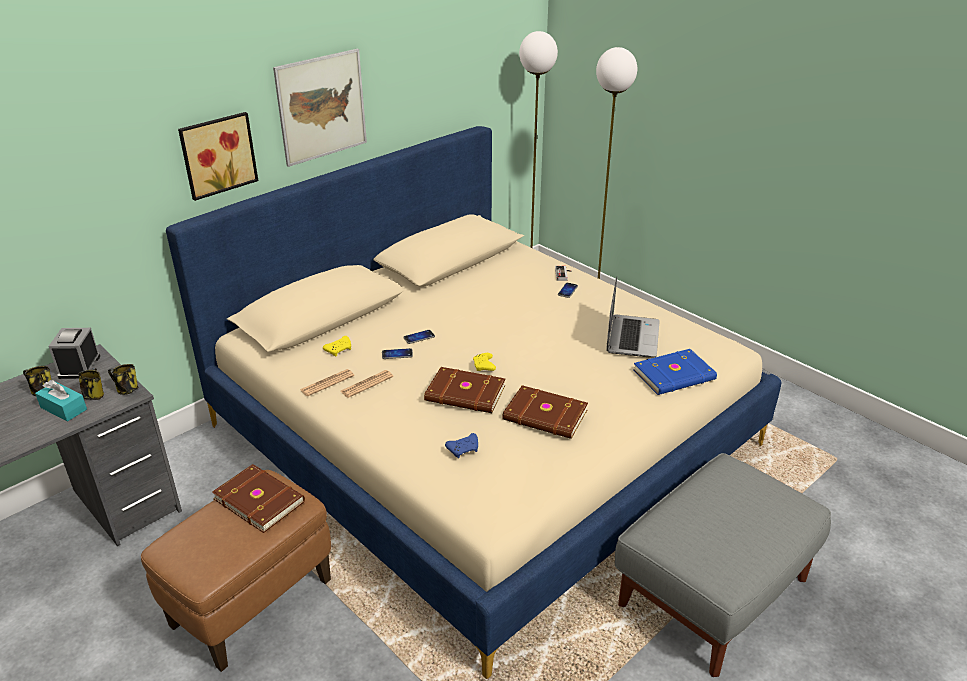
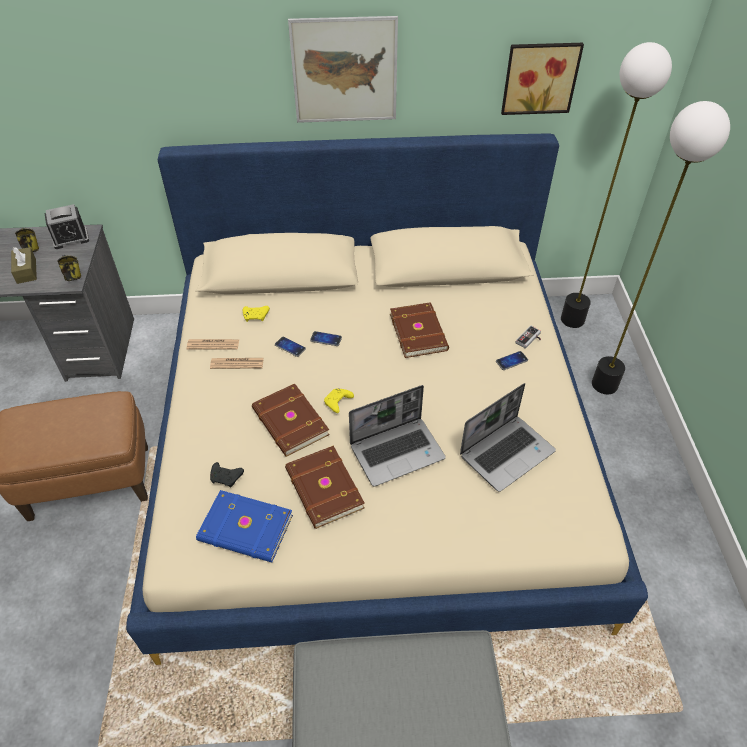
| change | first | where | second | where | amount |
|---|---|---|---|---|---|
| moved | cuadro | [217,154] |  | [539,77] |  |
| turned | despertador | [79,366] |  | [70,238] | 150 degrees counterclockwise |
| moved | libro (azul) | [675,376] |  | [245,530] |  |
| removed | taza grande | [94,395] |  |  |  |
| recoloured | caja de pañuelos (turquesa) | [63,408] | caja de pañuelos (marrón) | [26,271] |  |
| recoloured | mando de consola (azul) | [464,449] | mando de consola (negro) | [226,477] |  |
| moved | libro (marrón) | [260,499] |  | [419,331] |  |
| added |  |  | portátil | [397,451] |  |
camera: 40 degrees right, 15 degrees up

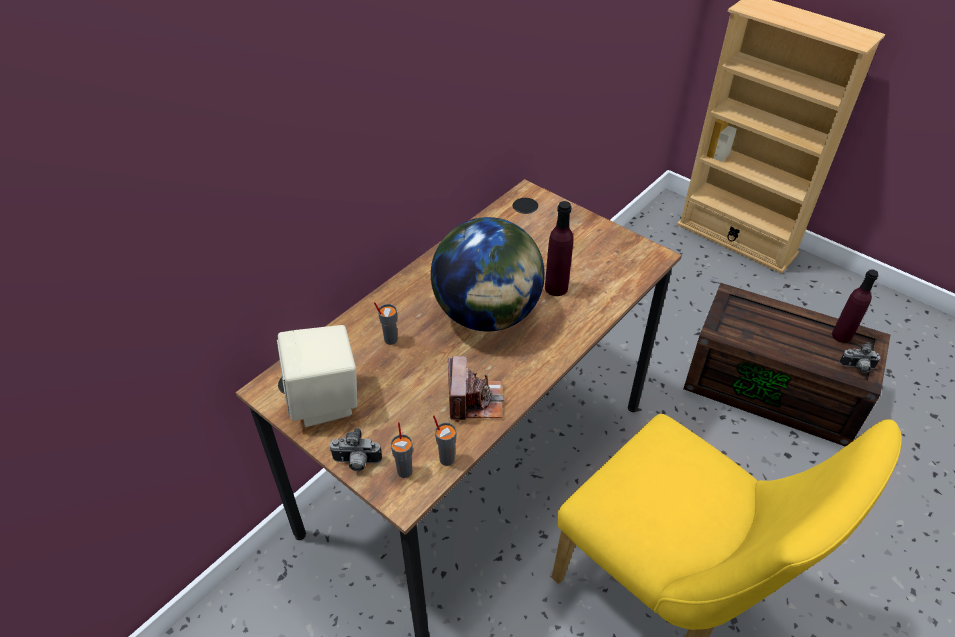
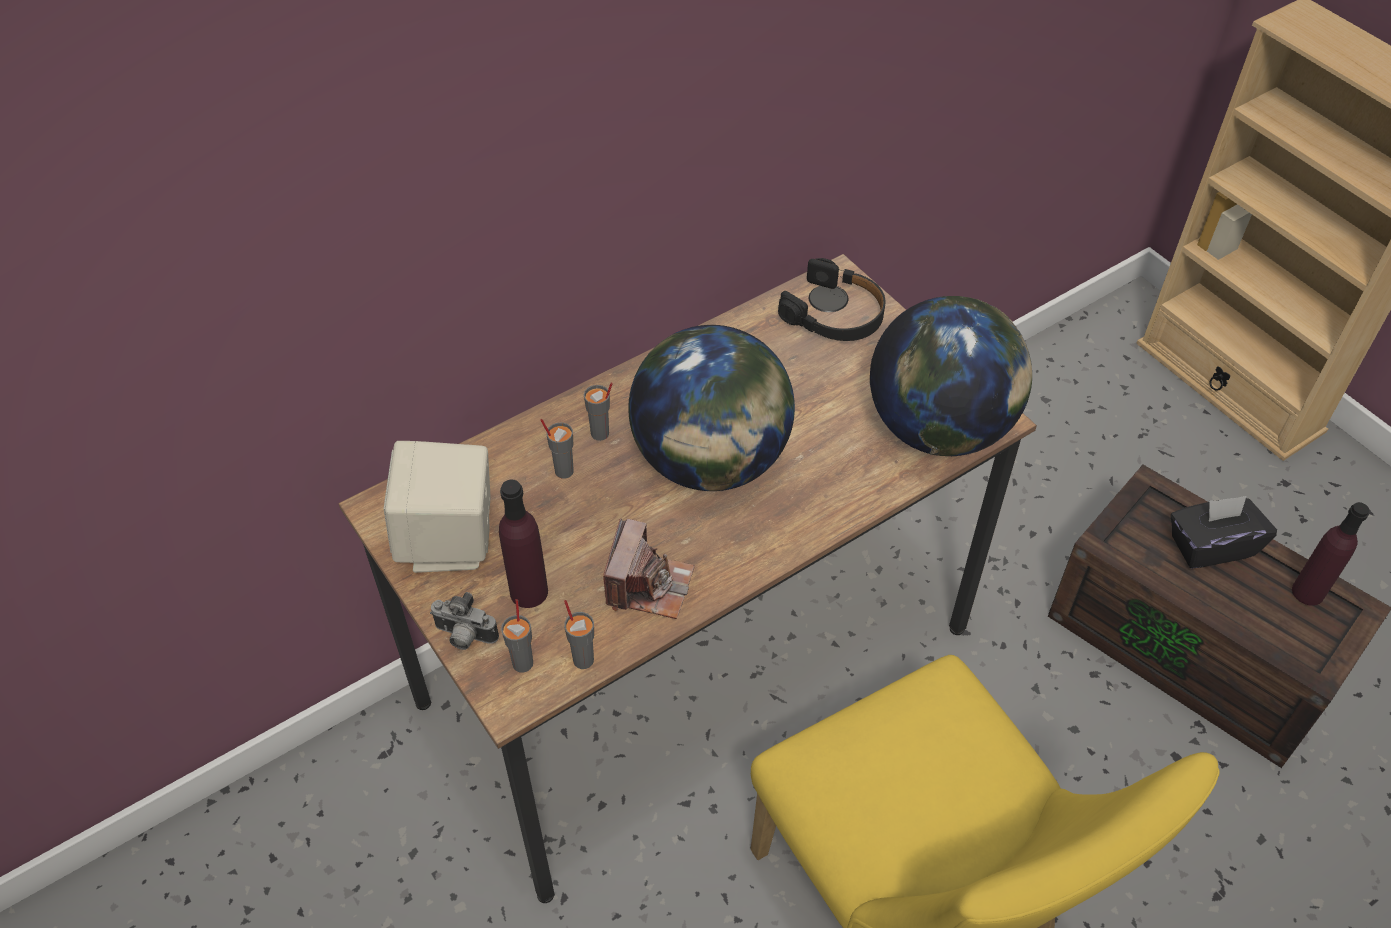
| change | first | where | second | where | amount |
|---|---|---|---|---|---|
| moved | botella (morado) | [556,288] |  | [529,591] |  |
| removed | cámara | [857,368] |  |  |  |
| added |  |  | auriculares (negro) | [835,314] |  |
| added |  |  | globo terráqueo | [939,429] |  |
| added |  |  | taza (gris) | [600,434] |  |
| added |  |  | caja de pañuelos (negro) | [1211,546] |  |
camera: 15 degrees right, 5 degrees up

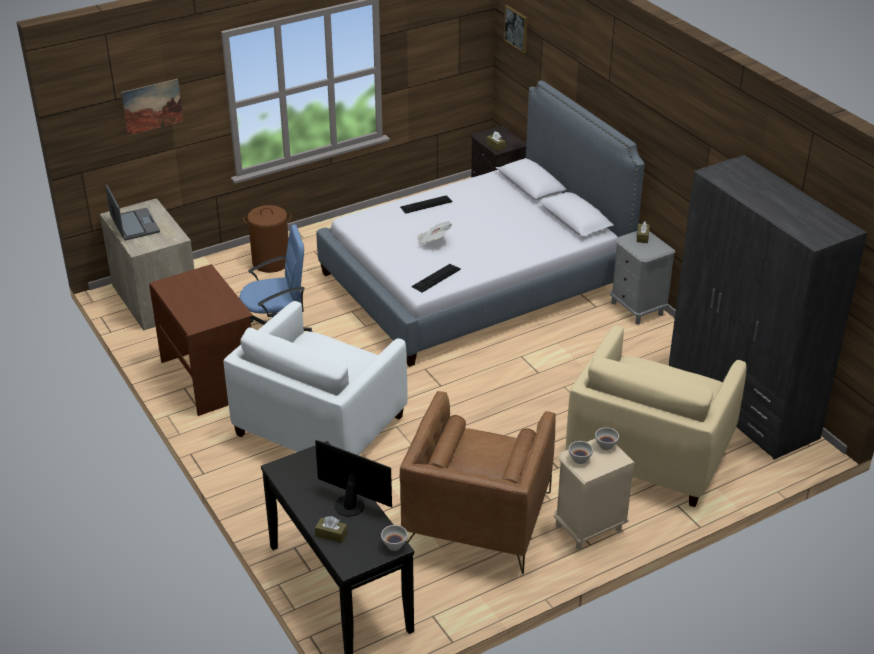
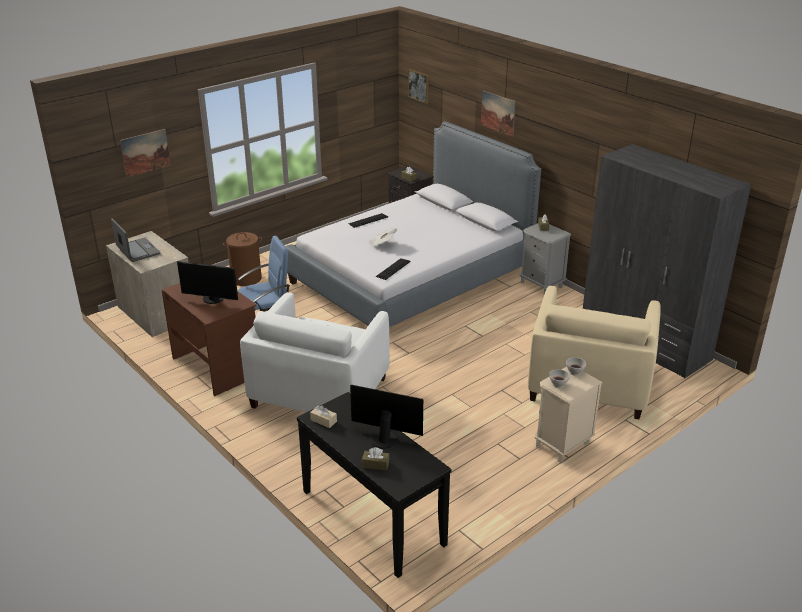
| change | first | where | second | where | amount |
|---|---|---|---|---|---|
| removed | sillón (marrón) | [477,520] |  |  |  |
| removed | cuenco (blanco) | [394,545] |  |  |  |
| added |  |  | cuadro | [498,113] |  |
| added |  |  | monitor | [212,299] |  |
| added |  |  | caja de pañuelos (beis) | [323,421] |  |
camera: 10 degrees left, 5 degrees down

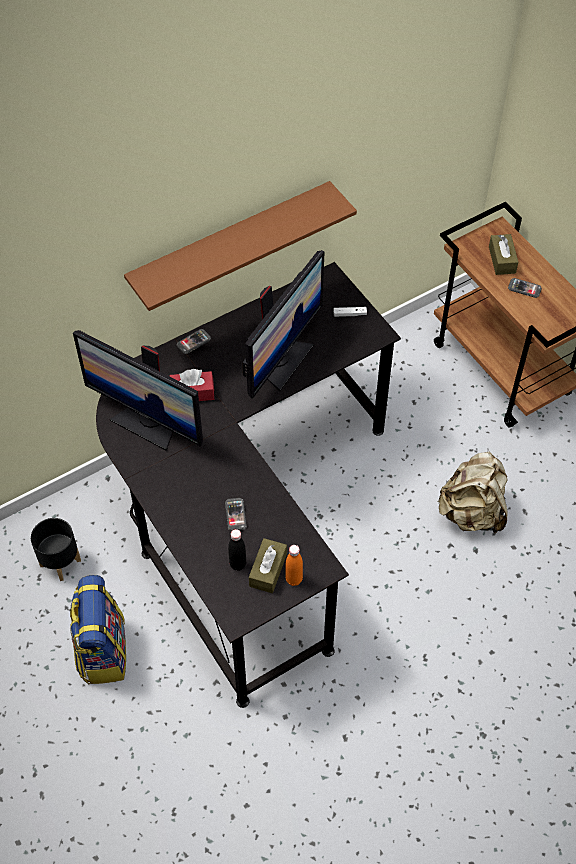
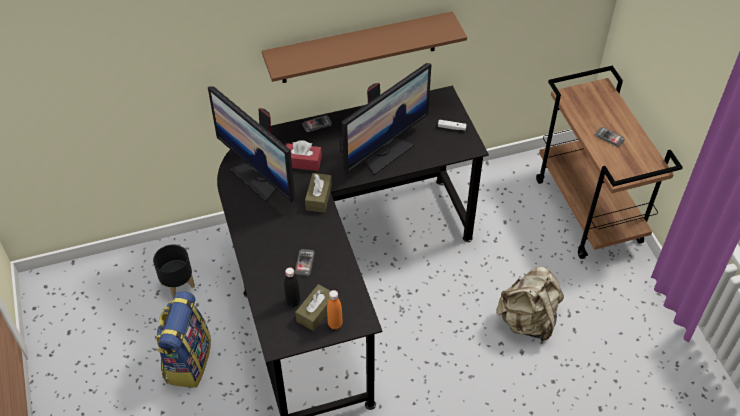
| change | first | where | second | where | amount |
|---|---|---|---|---|---|
| moved | caja de pañuelos (marrón) | [502,260] |  | [319,197] |  |
camera: 15 degrees right, 5 degrees down

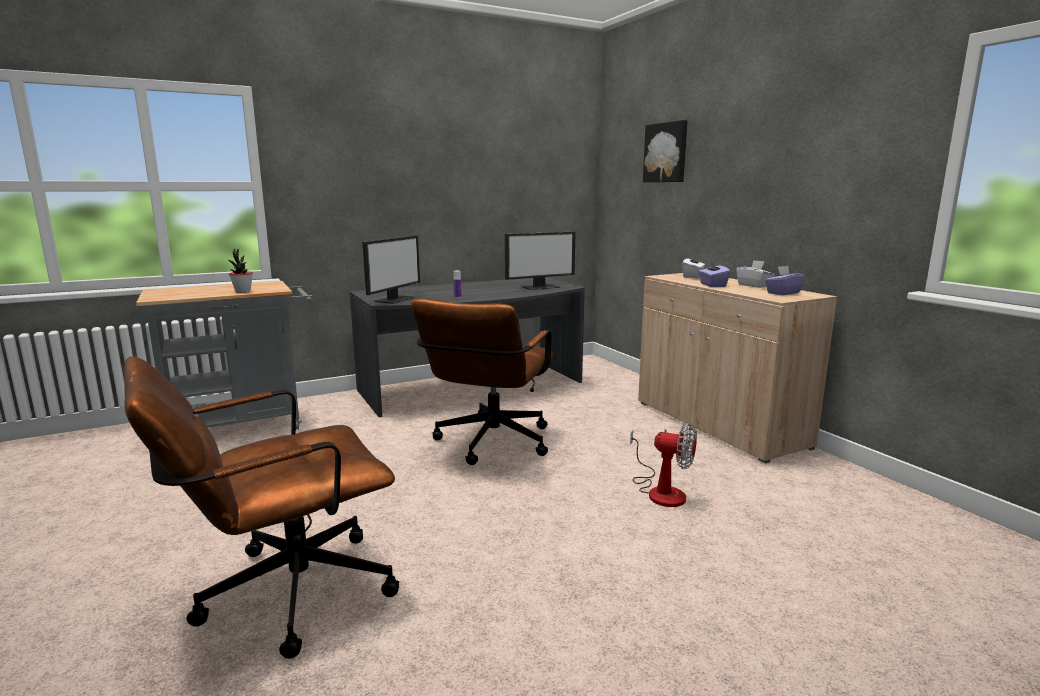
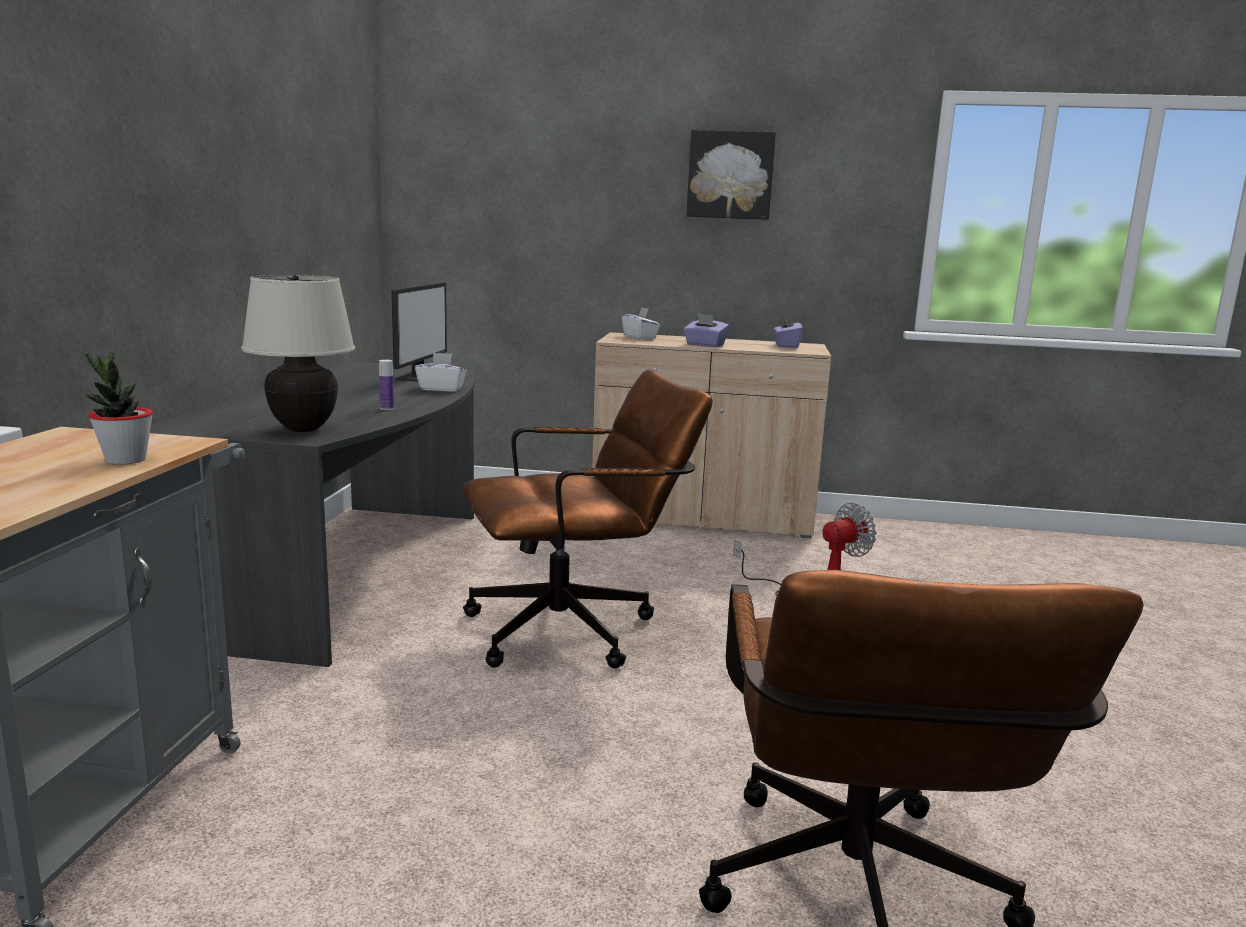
| change | first | where | second | where | amount |
|---|---|---|---|---|---|
| moved | cuadro | [666,152] |  | [730,175] |  |
| replaced | monitor | [394,299] | lámpara de mesa (beis) | [303,429] |  |
| moved | caja de pañuelos (blanco) | [754,285] |  | [441,389] |  |
| turned | silla de oficina (marrón) | [489,445] |  | [577,629] | 75 degrees counterclockwise |
camera: 55 degrees left, 0 degrees up

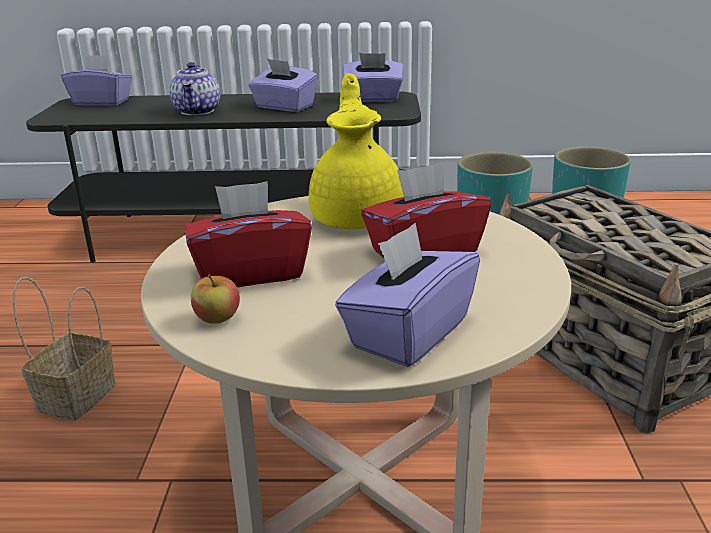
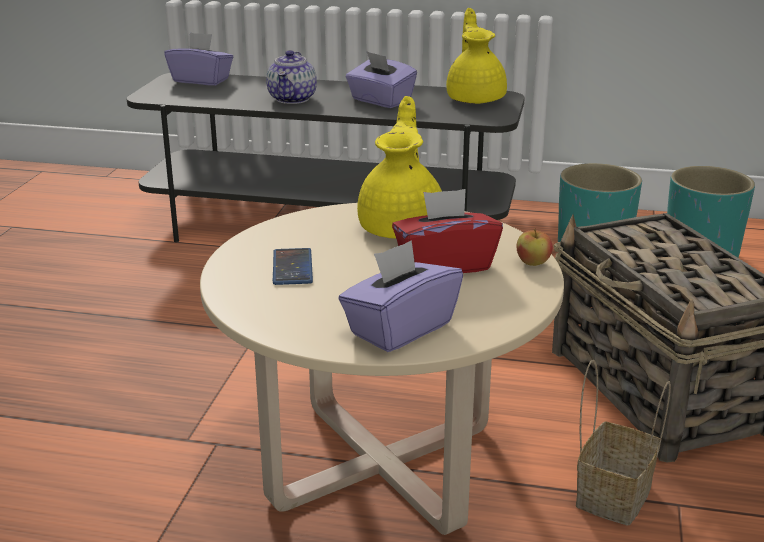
| change | first | where | second | where | amount |
|---|---|---|---|---|---|
| replaced | caja de pañuelos (morado) | [373,99] | tetera (amarillo) | [476,98] |  |
| replaced | caja de pañuelos (rojo) | [250,273] | móvil | [292,267] |  |
| moved | manzana | [217,319] |  | [533,263] |  |
| moved | cesta | [77,395] |  | [613,494] |  |
camera: 10 degrees right, 0 degrees up

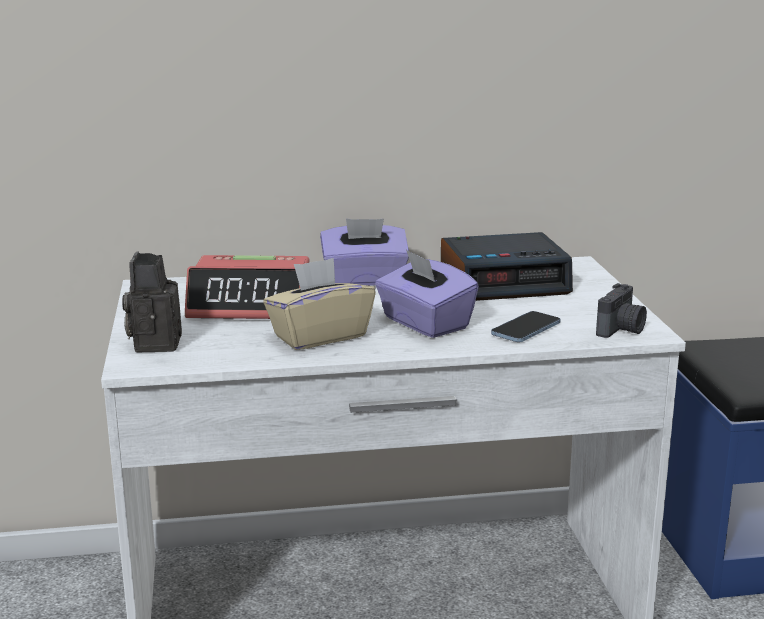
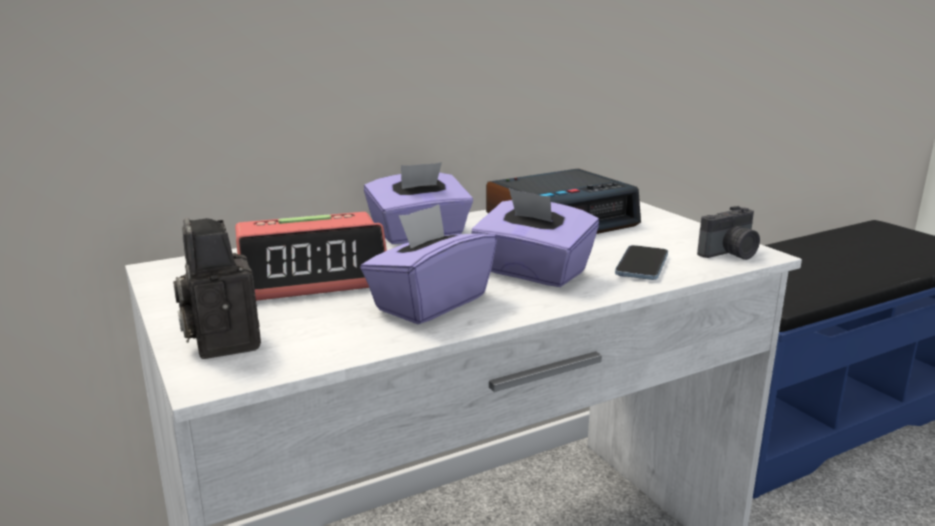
| change | first | where | second | where | amount |
|---|---|---|---|---|---|
| recoloured | caja de pañuelos (beis) | [319,336] | caja de pañuelos (morado) | [430,303] |  |
| turned | cámara | [622,329] |  | [730,254] | 45 degrees clockwise |
camera: 20 degrees left, 0 degrees up

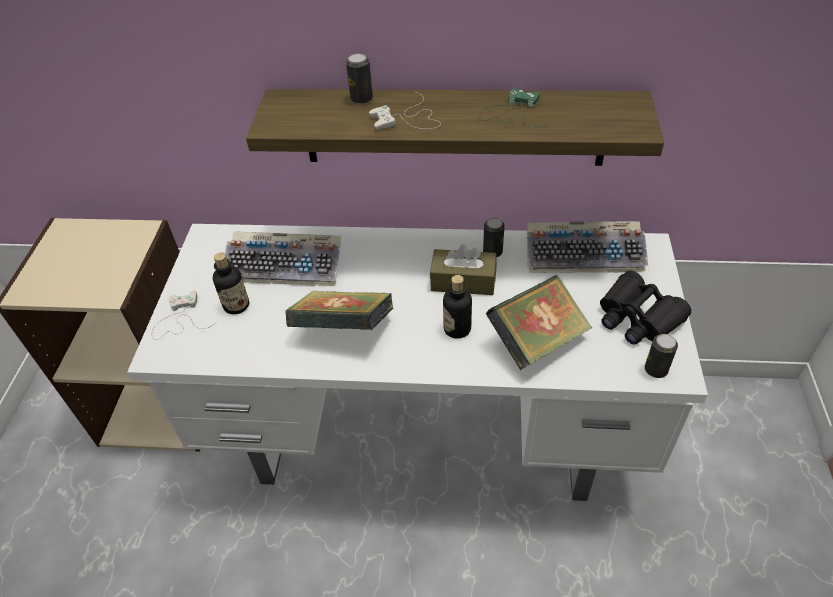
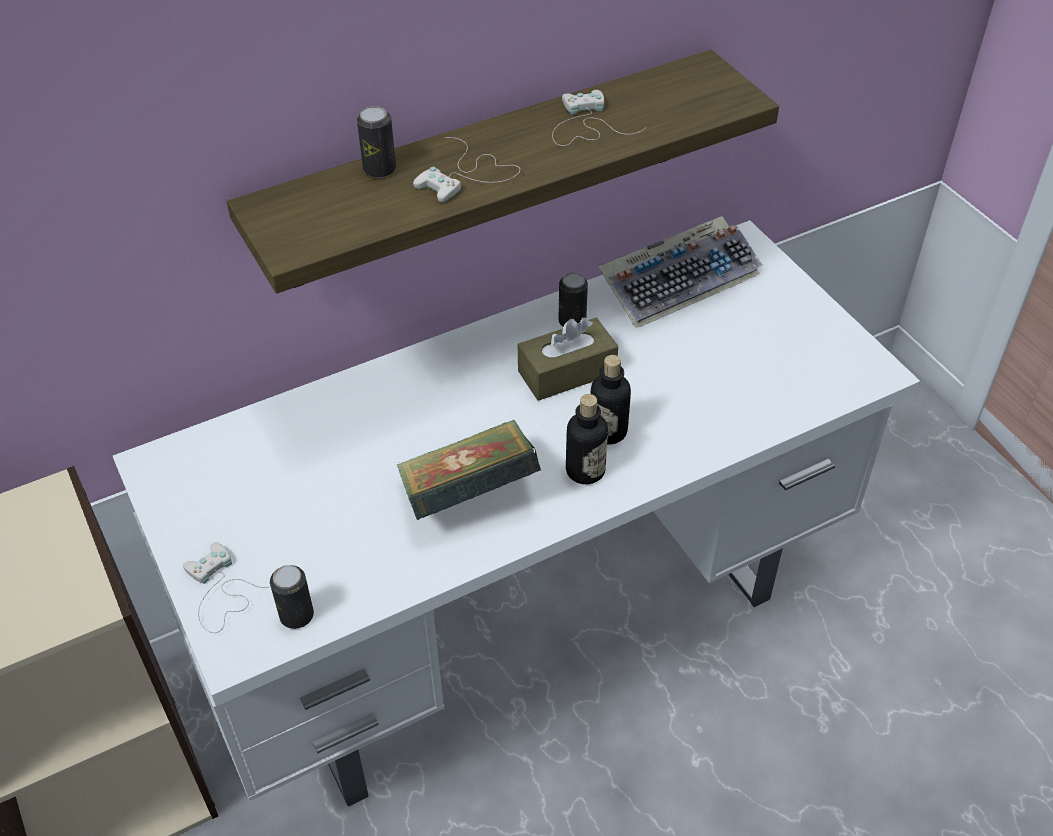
| change | first | where | second | where | amount |
|---|---|---|---|---|---|
| recoloured | mando de consola (verde) | [512,112] | mando de consola (blanco) | [585,125] |  |
| removed | teclado | [286,265] |  |  |  |
| moved | botella | [236,305] |  | [585,470] |  |
| removed | prismáticos (negro) | [637,317] |  |  |  |
| removed | libro | [537,341] |  |  |  |
| moved | lata | [656,369] |  | [296,615] |  |
camera: 35 degrees left, 0 degrees up

